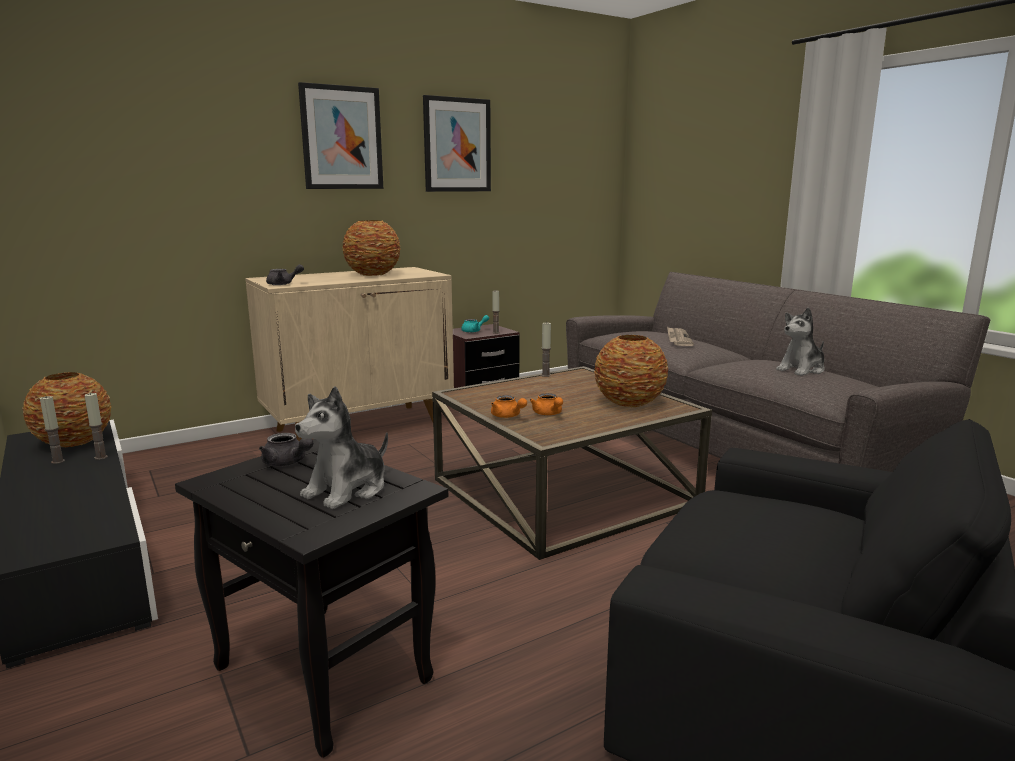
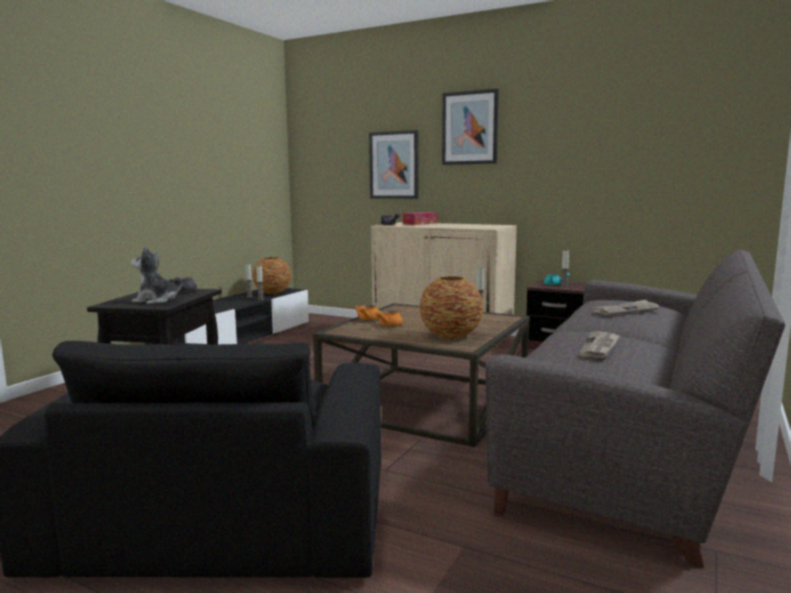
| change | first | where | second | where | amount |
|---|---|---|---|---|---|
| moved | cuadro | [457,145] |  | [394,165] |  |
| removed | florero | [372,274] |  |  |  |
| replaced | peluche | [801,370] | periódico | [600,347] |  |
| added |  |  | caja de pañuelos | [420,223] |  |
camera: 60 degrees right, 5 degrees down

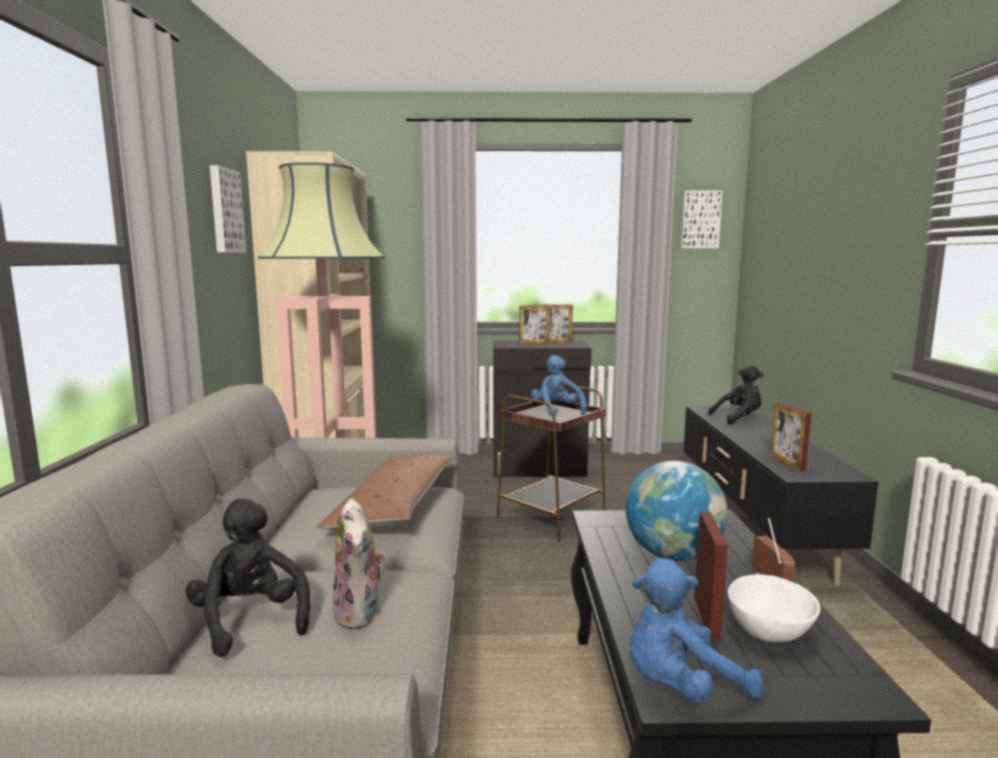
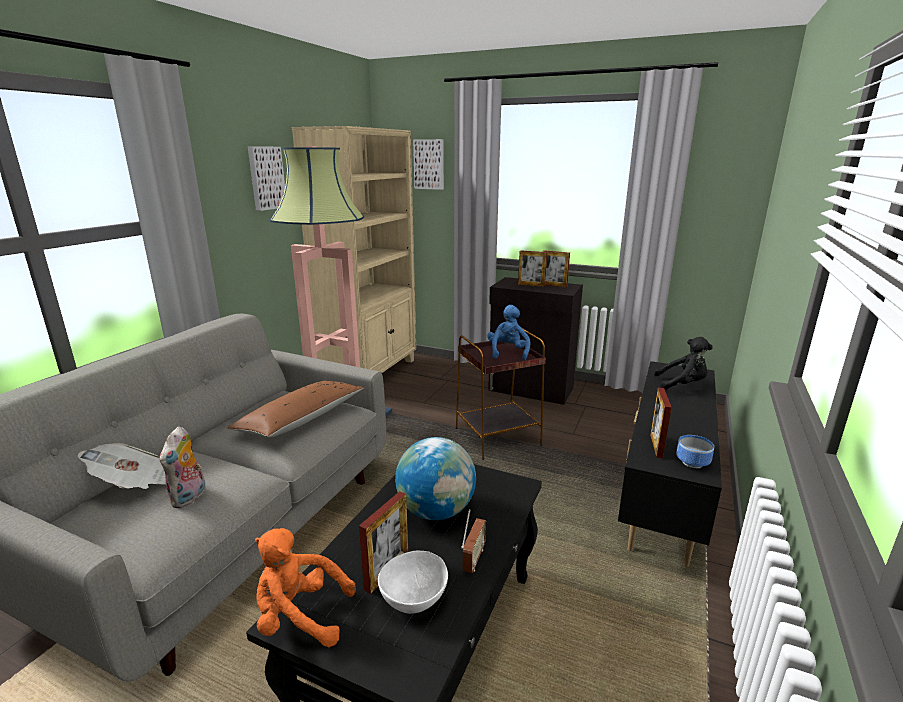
| change | first | where | second | where | amount |
|---|---|---|---|---|---|
| moved | cuadro | [700,219] |  | [429,164] |  |
| replaced | peluche (negro) | [251,620] | periódico | [137,484] |  |
| recoloured | peluche (azul) | [680,686] | peluche (naranja) | [300,617] |  |
| added |  |  | cuenco | [692,463] |  |
camera: 25 degrees right, 10 degrees up

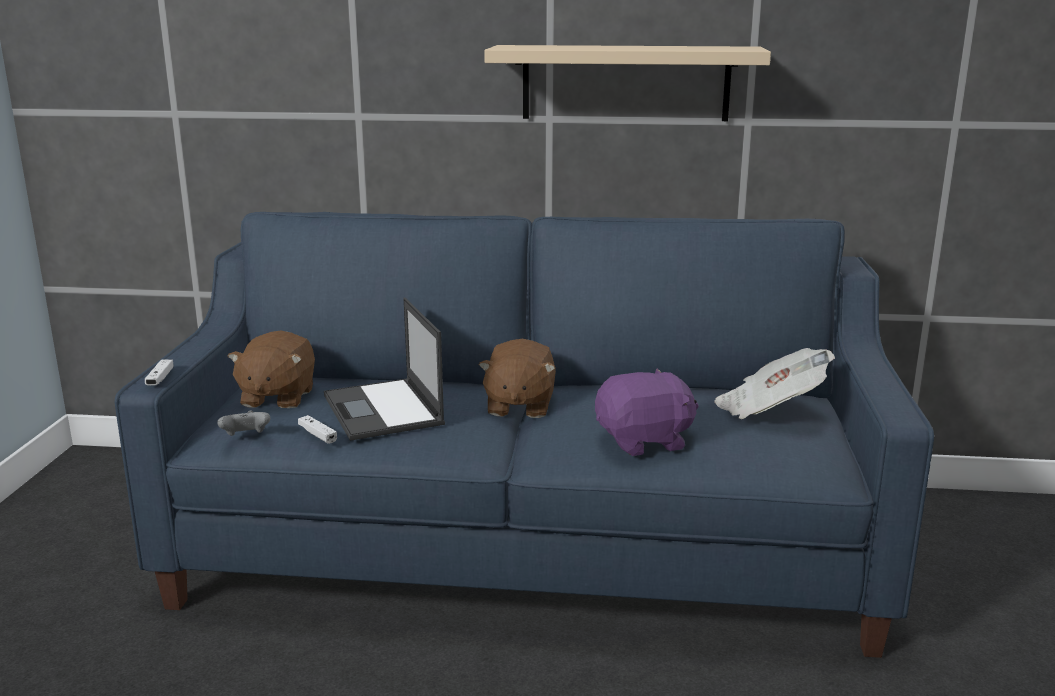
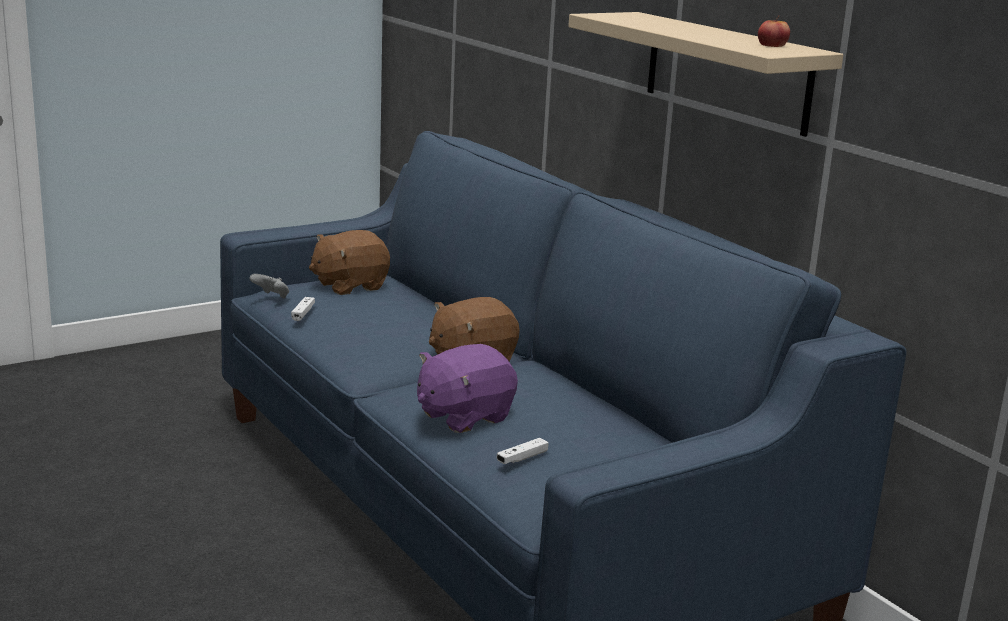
| change | first | where | second | where | amount |
|---|---|---|---|---|---|
| removed | portátil | [383,410] |  |  |  |
| removed | periódico | [769,409] |  |  |  |
| moved | mando de consola (blanco) | [160,379] |  | [522,458] |  |
| turned | peluche (morado) | [644,441] |  | [463,416] | 105 degrees clockwise |
| added |  |  | manzana | [772,45] |  |
camera: 50 degrees right, 0 degrees up

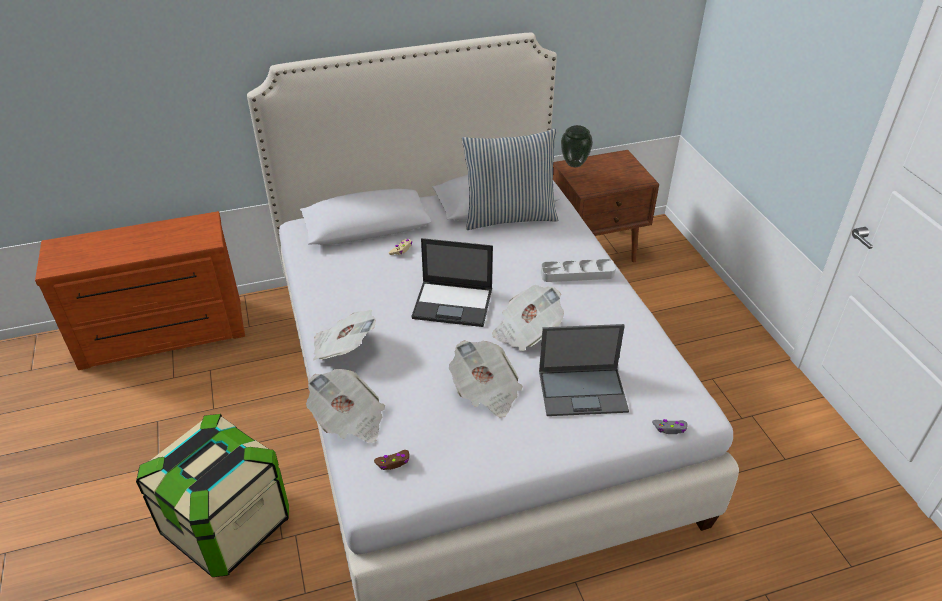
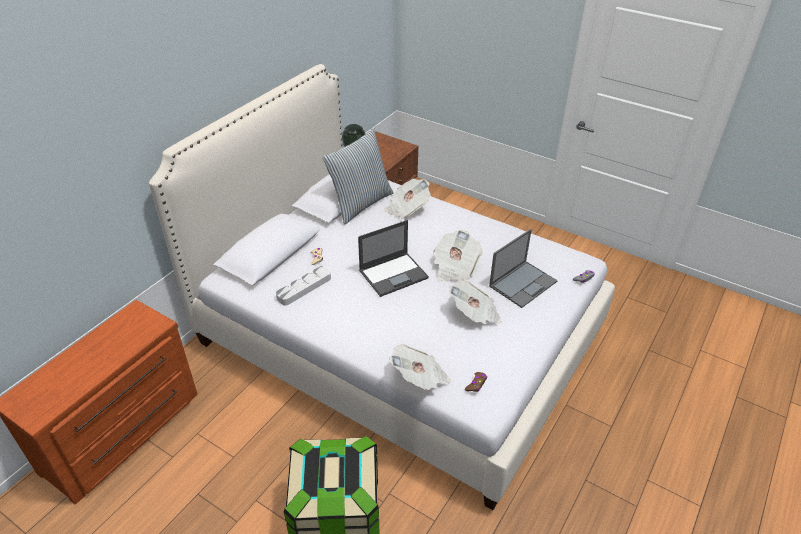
| change | first | where | second | where | amount |
|---|---|---|---|---|---|
| moved | bandeja (gris) | [577,274] |  | [304,288] |  |
| moved | periódico | [343,348] |  | [407,208] |  |
camera: 40 degrees left, 0 degrees up

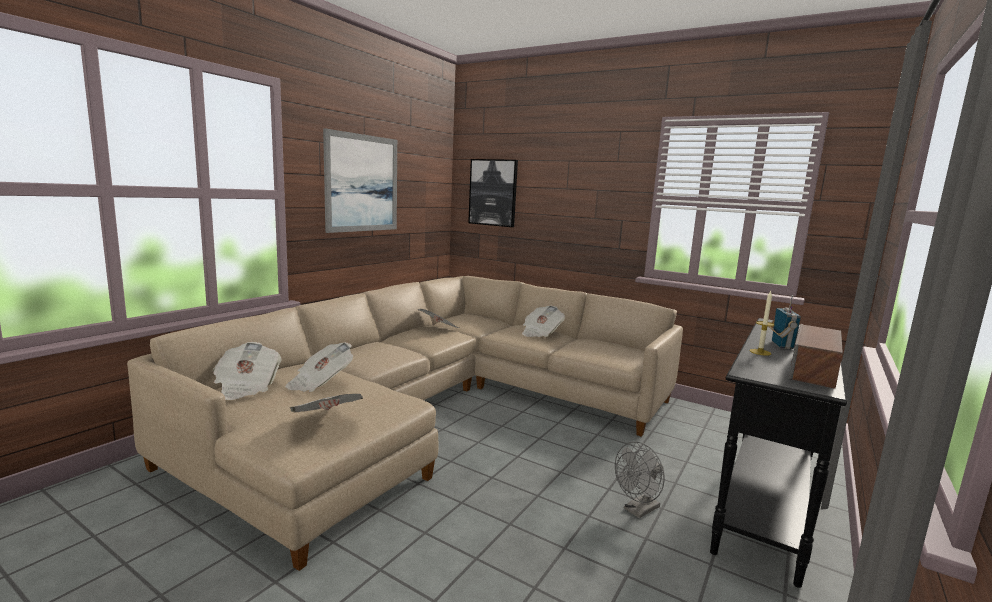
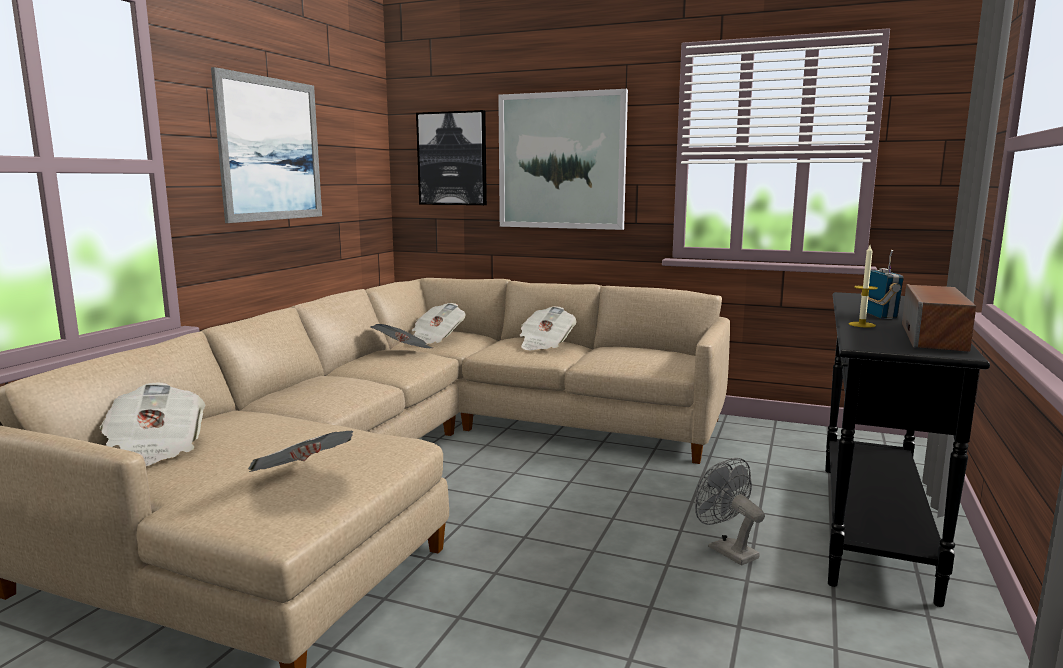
| change | first | where | second | where | amount |
|---|---|---|---|---|---|
| moved | periódico | [320,383] |  | [435,339] |  |
| turned | ventilador (gris) | [638,510] |  | [726,550] | 105 degrees clockwise |
| added |  |  | cuadro | [561,161] |  |
camera: 10 degrees left, 0 degrees up

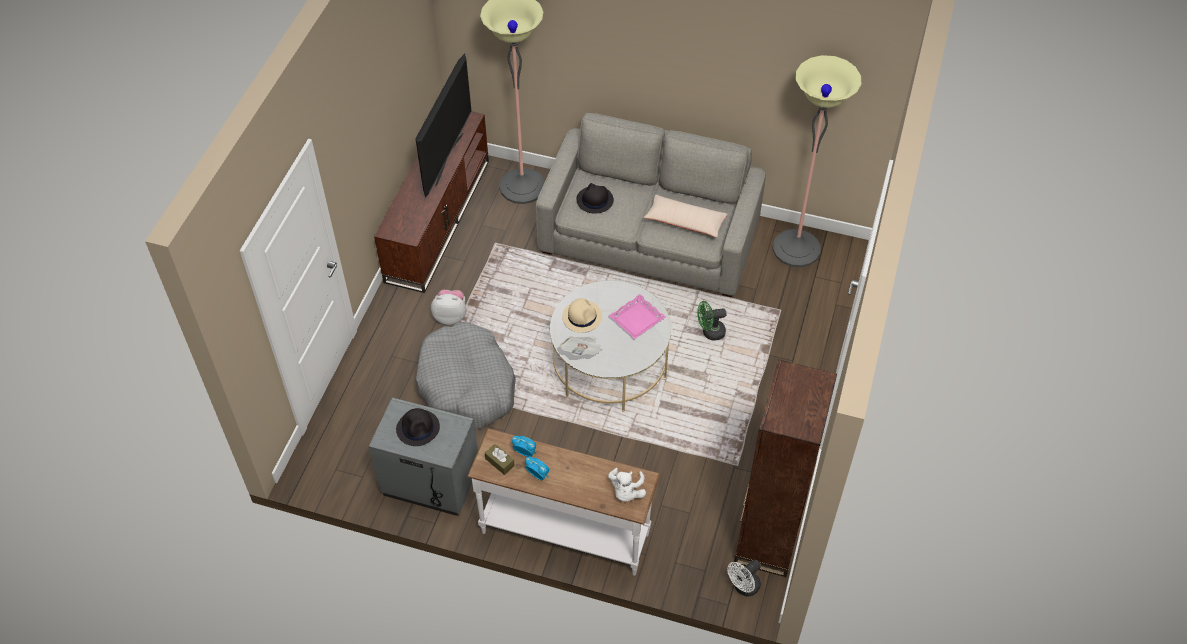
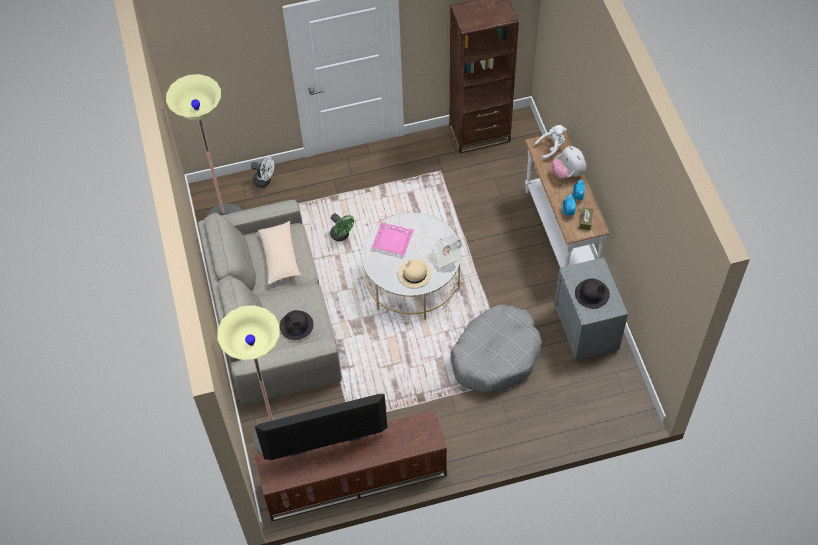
| change | first | where | second | where | amount |
|---|---|---|---|---|---|
| moved | peluche | [450,316] |  | [568,173] |  |
| moved | ventilador (blanco) | [743,587] |  | [265,181] |  |
camera: 120 degrees left, 5 degrees up

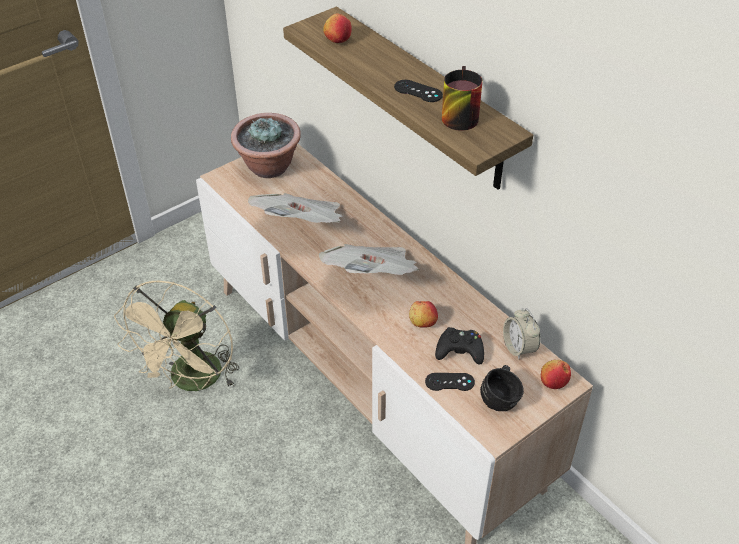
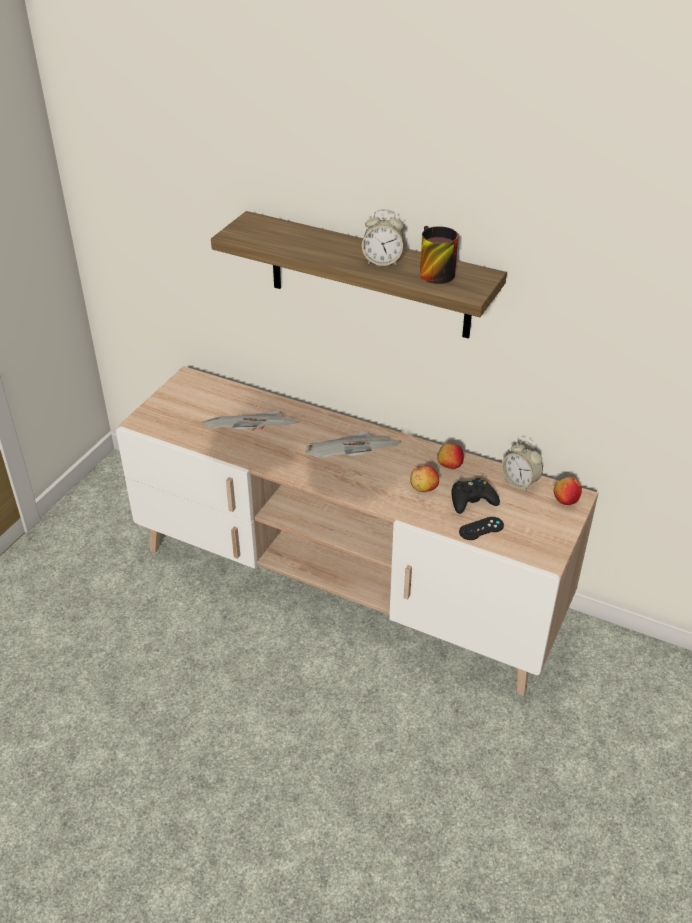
| change | first | where | second | where | amount |
|---|---|---|---|---|---|
| moved | manzana | [337,39] |  | [449,464] |  |
| replaced | mando de consola (negro) | [418,91] | despertador | [382,261] |  |
| removed | planta en maceta | [269,167] |  |  |  |
| removed | ventilador (beis) | [193,382] |  |  |  |
| removed | taza grande (negro) | [501,398] |  |  |  |
camera: 25 degrees left, 5 degrees down

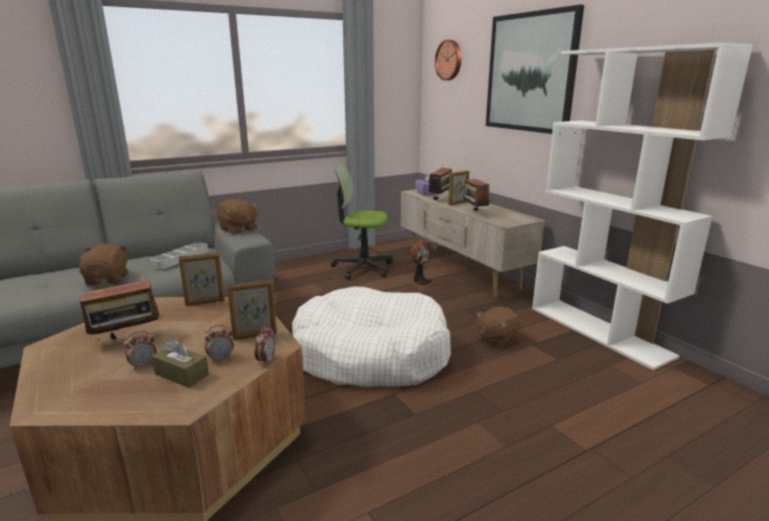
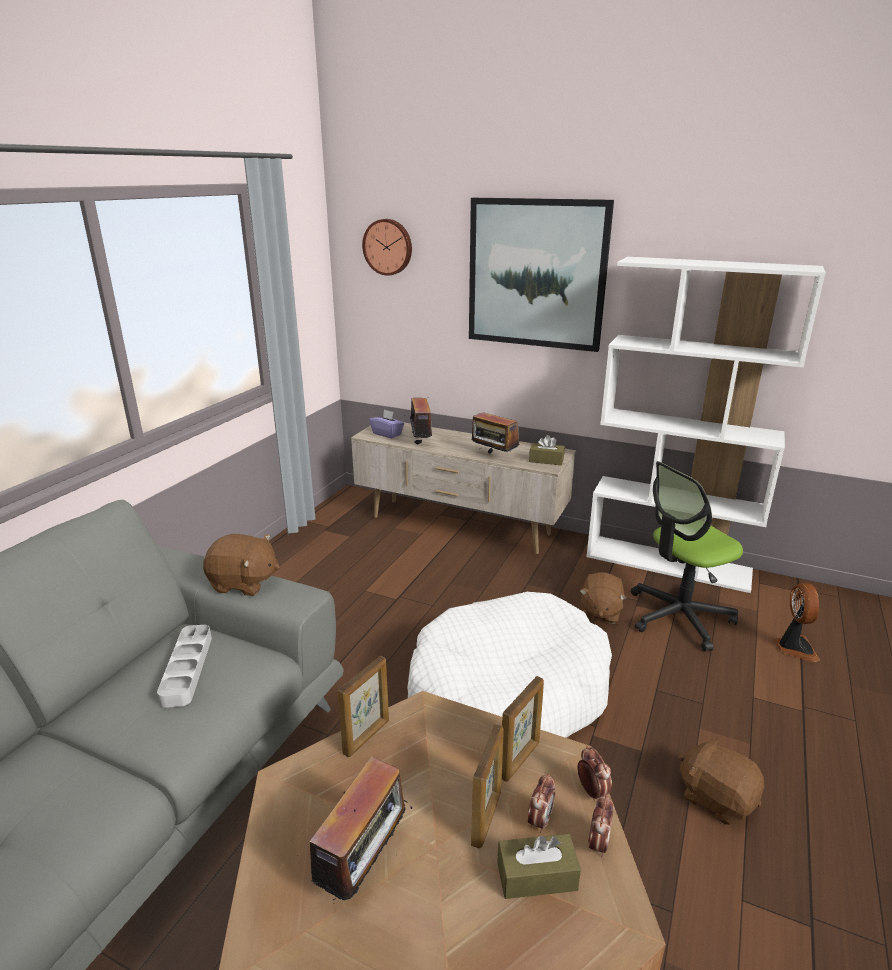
| change | first | where | second | where | amount |
|---|---|---|---|---|---|
| moved | silla de oficina | [362,268] |  | [679,616] |  |
| moved | portarretratos | [458,203] |  | [487,818] |  |
| moved | ventilador | [421,283] |  | [794,647] |  |
| moved | peluche (marrón) | [108,279] |  | [716,798] |  |
| moved | despertador | [143,365] |  | [598,843] |  |
| added |  |  | caja de pañuelos (marrón) | [546,460] |  |
camera: 35 degrees left, 5 degrees up

